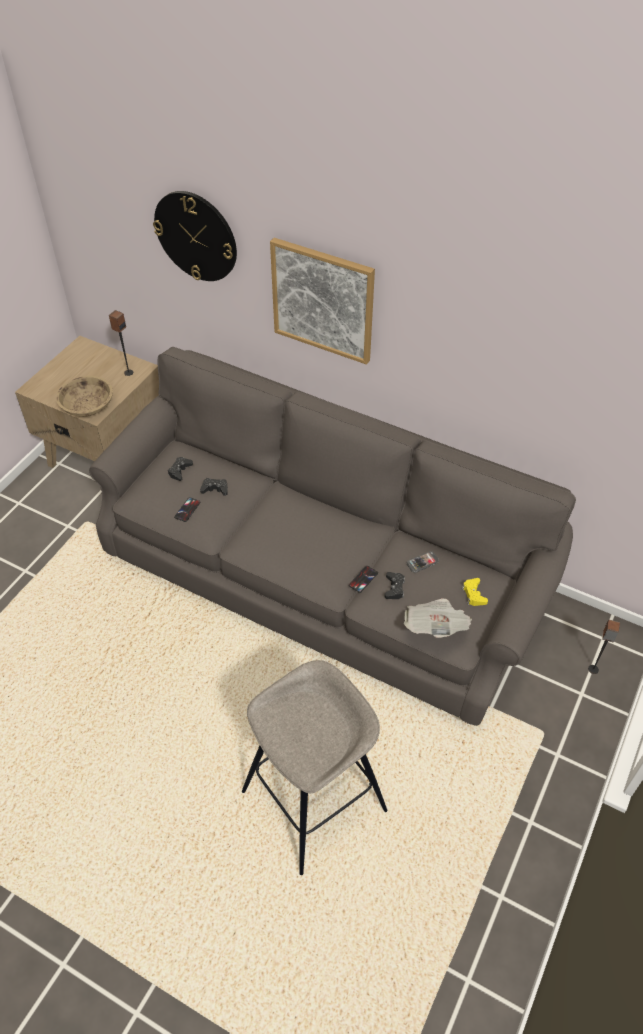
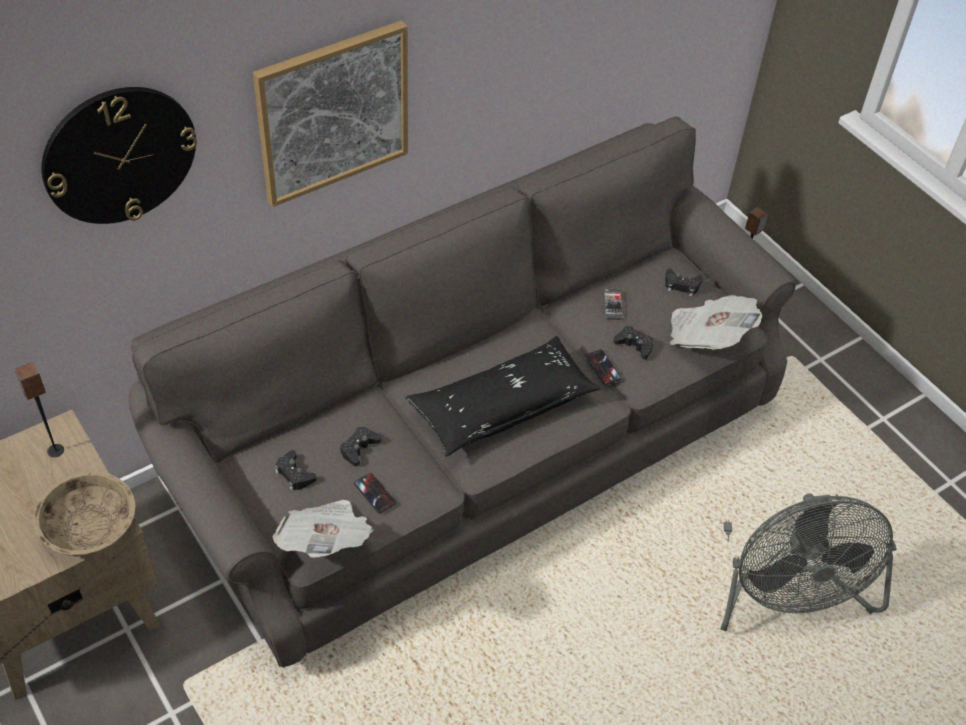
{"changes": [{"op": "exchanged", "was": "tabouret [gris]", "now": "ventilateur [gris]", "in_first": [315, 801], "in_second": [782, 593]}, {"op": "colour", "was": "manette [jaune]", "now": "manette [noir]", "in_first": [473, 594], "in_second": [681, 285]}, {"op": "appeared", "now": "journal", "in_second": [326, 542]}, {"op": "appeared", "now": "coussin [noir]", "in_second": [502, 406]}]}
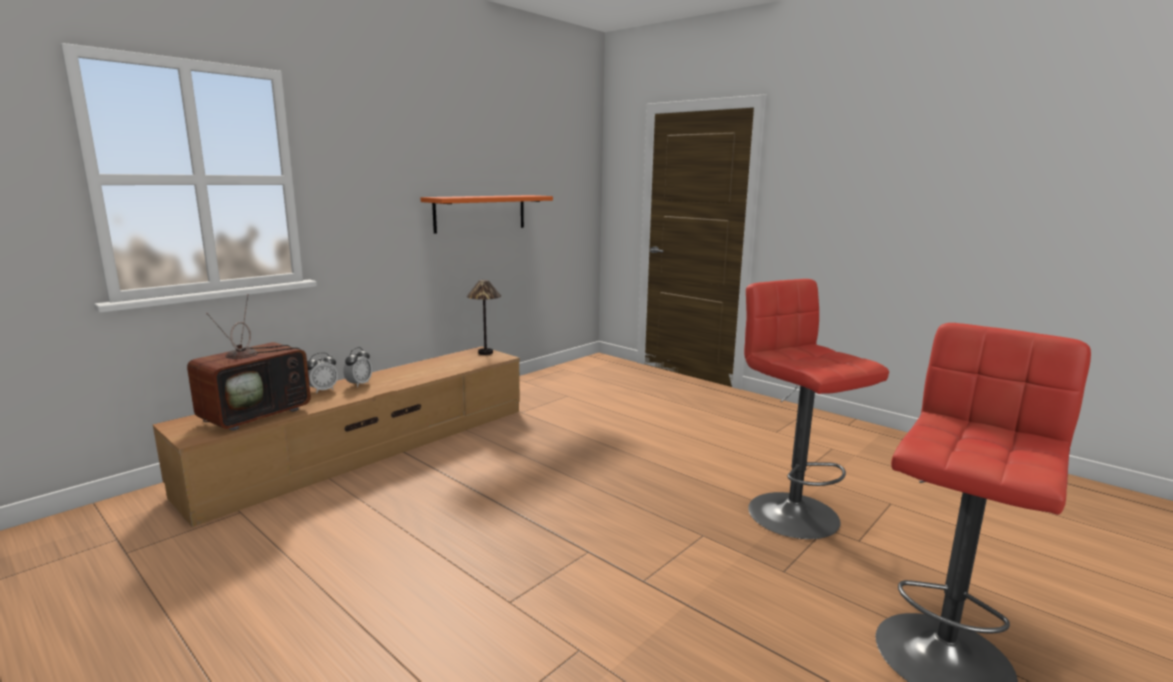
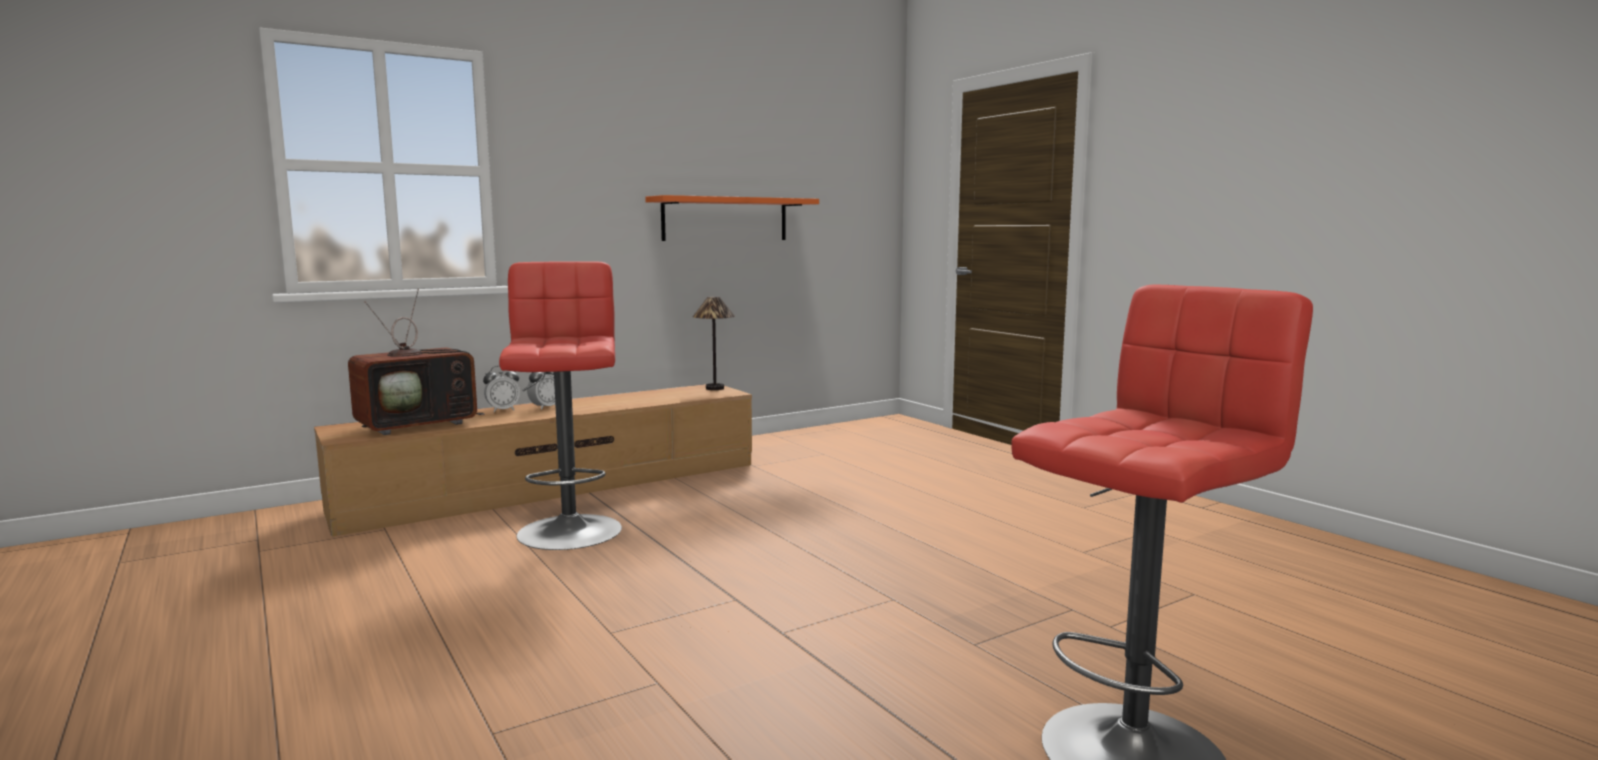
{"changes": [{"op": "relocated", "was": "tabouret [rouge]", "in_first": [793, 514], "in_second": [571, 532]}]}
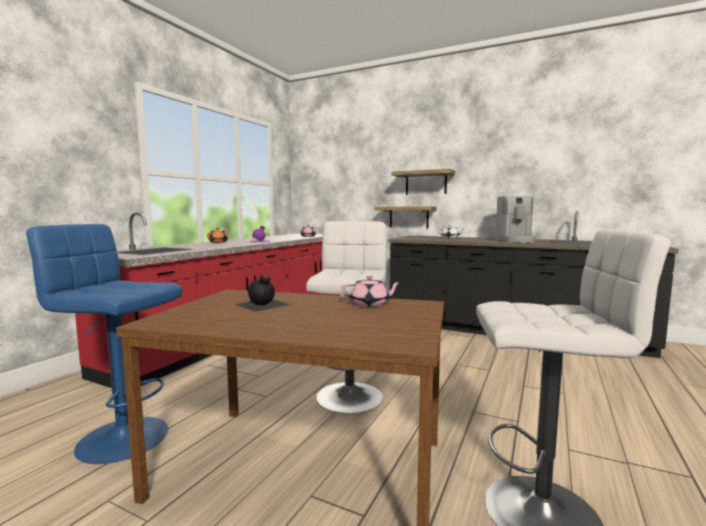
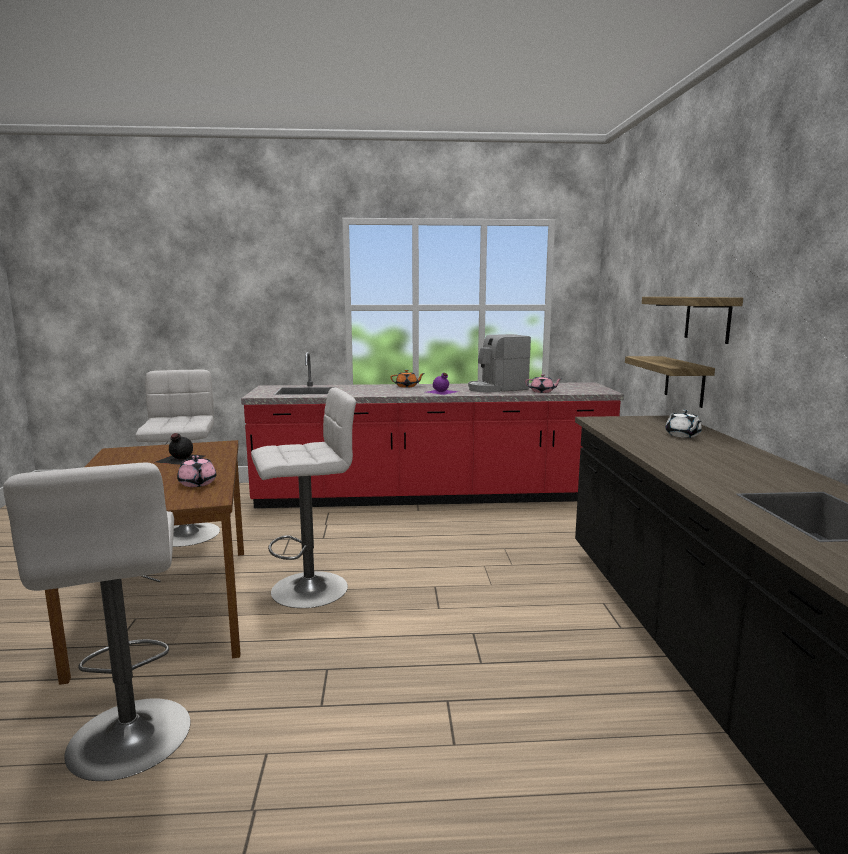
{"changes": [{"op": "colour", "was": "tabouret [bleu]", "now": "tabouret [blanc]", "in_first": [123, 438], "in_second": [188, 534]}, {"op": "relocated", "was": "machine à café", "in_first": [515, 241], "in_second": [497, 389]}]}
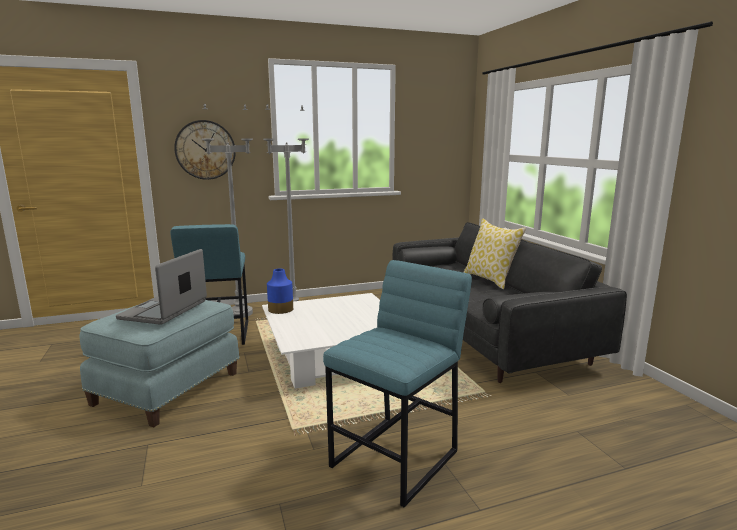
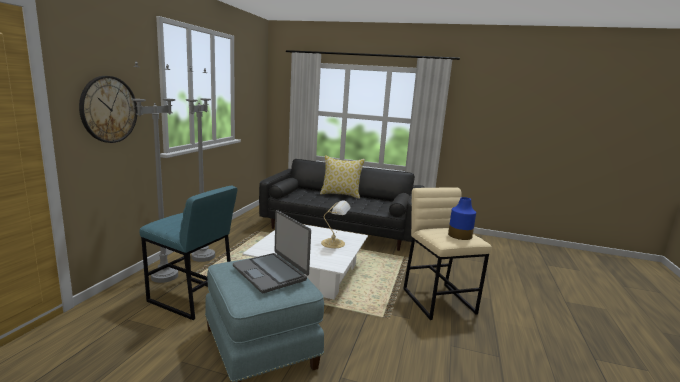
{"changes": [{"op": "relocated", "was": "vase [bleu]", "in_first": [281, 309], "in_second": [460, 235]}, {"op": "colour", "was": "tabouret [bleu]", "now": "tabouret [beige]", "in_first": [396, 457], "in_second": [437, 300]}, {"op": "appeared", "now": "lampe de table", "in_second": [334, 243]}]}
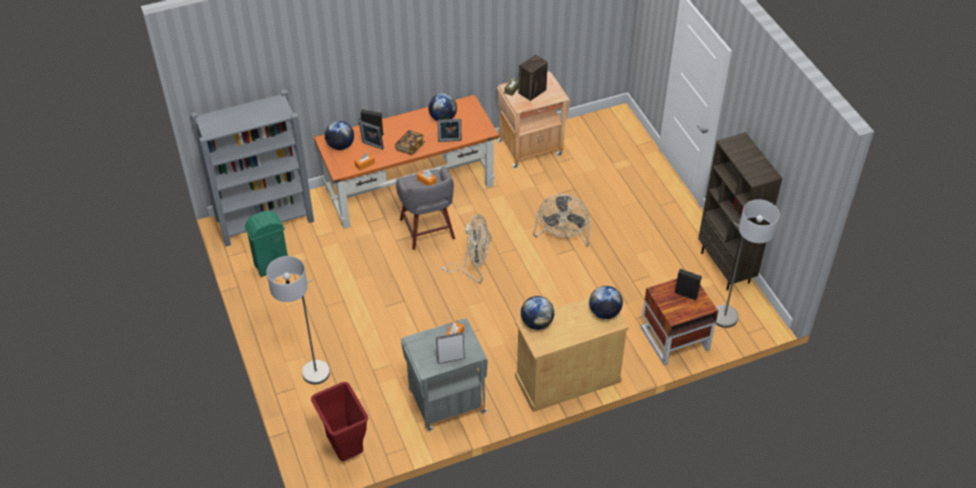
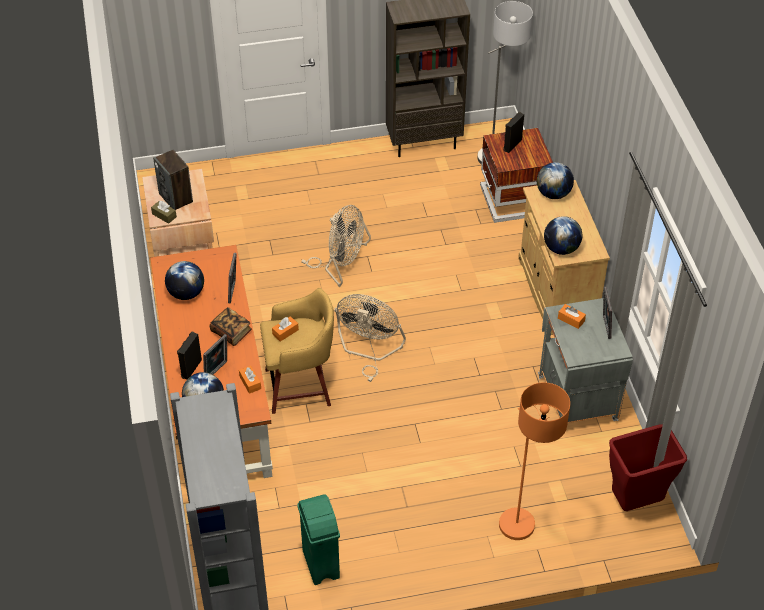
{"changes": [{"op": "colour", "was": "lampadaire [gris]", "now": "lampadaire [orange]", "in_first": [309, 378], "in_second": [523, 532]}, {"op": "colour", "was": "tabouret [gris]", "now": "tabouret [jaune]", "in_first": [427, 230], "in_second": [300, 387]}]}
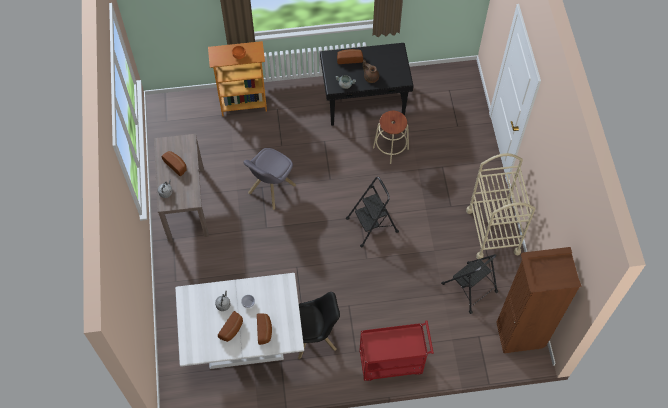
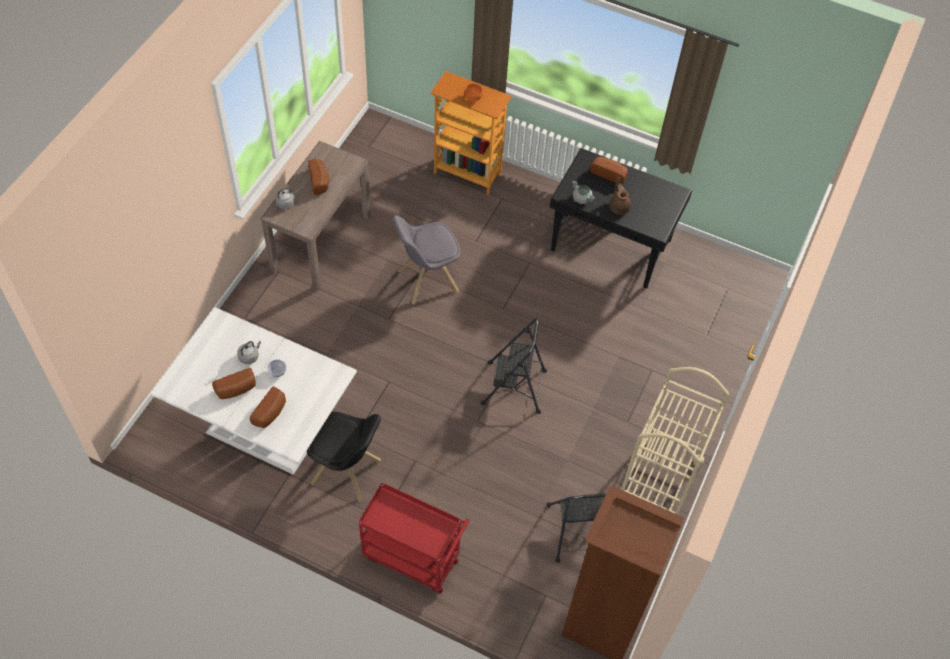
{"changes": [{"op": "missing", "was": "tabouret [beige]", "in_first": [390, 148]}]}
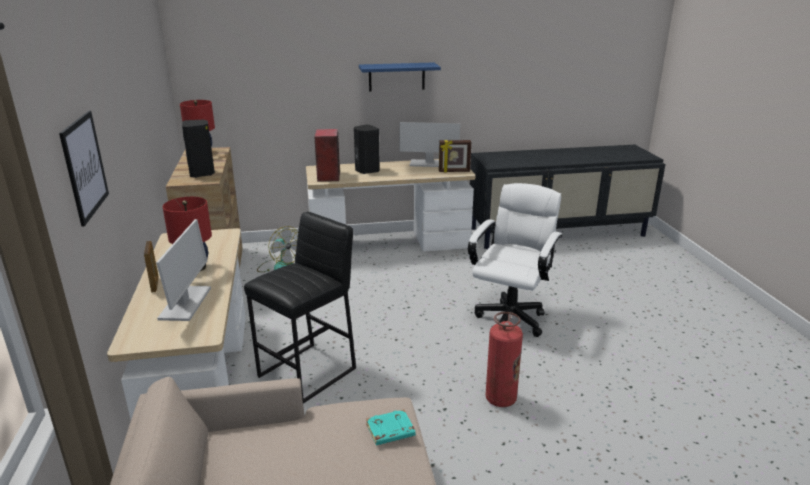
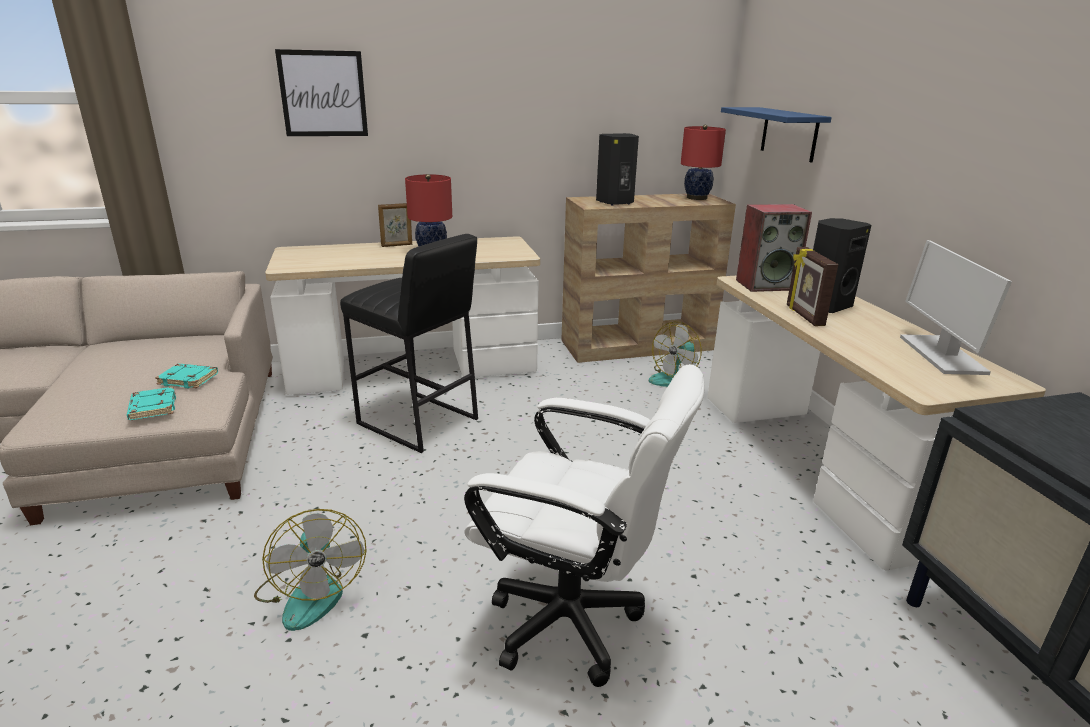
{"changes": [{"op": "missing", "was": "écran d'ordinateur", "in_first": [185, 304]}, {"op": "relocated", "was": "étagère [bleu]", "in_first": [396, 77], "in_second": [789, 134]}, {"op": "relocated", "was": "cadre photo", "in_first": [454, 171], "in_second": [803, 316]}, {"op": "exchanged", "was": "extincteur", "now": "ventilateur", "in_first": [500, 399], "in_second": [311, 592]}, {"op": "appeared", "now": "livre [turquoise]", "in_second": [189, 379]}]}
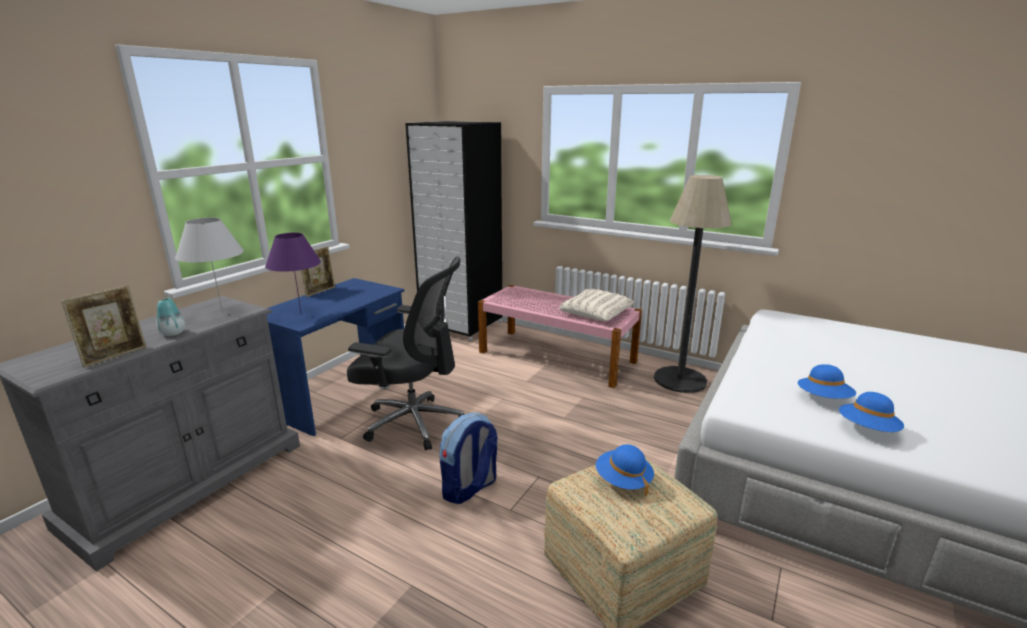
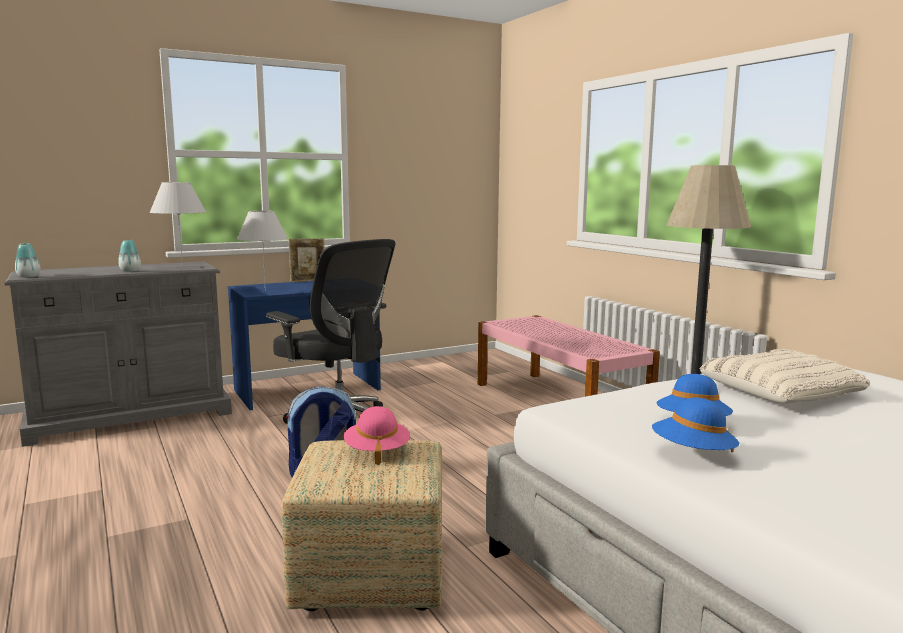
{"changes": [{"op": "missing", "was": "cadre photo", "in_first": [115, 356]}, {"op": "colour", "was": "lampe de table [violet]", "now": "lampe de table [blanc]", "in_first": [301, 314], "in_second": [265, 290]}, {"op": "missing", "was": "armoire", "in_first": [462, 325]}, {"op": "relocated", "was": "coussin [beige]", "in_first": [595, 313], "in_second": [779, 392]}, {"op": "colour", "was": "chapeau [bleu]", "now": "chapeau [rose]", "in_first": [623, 480], "in_second": [376, 451]}, {"op": "appeared", "now": "vase", "in_second": [28, 276]}]}
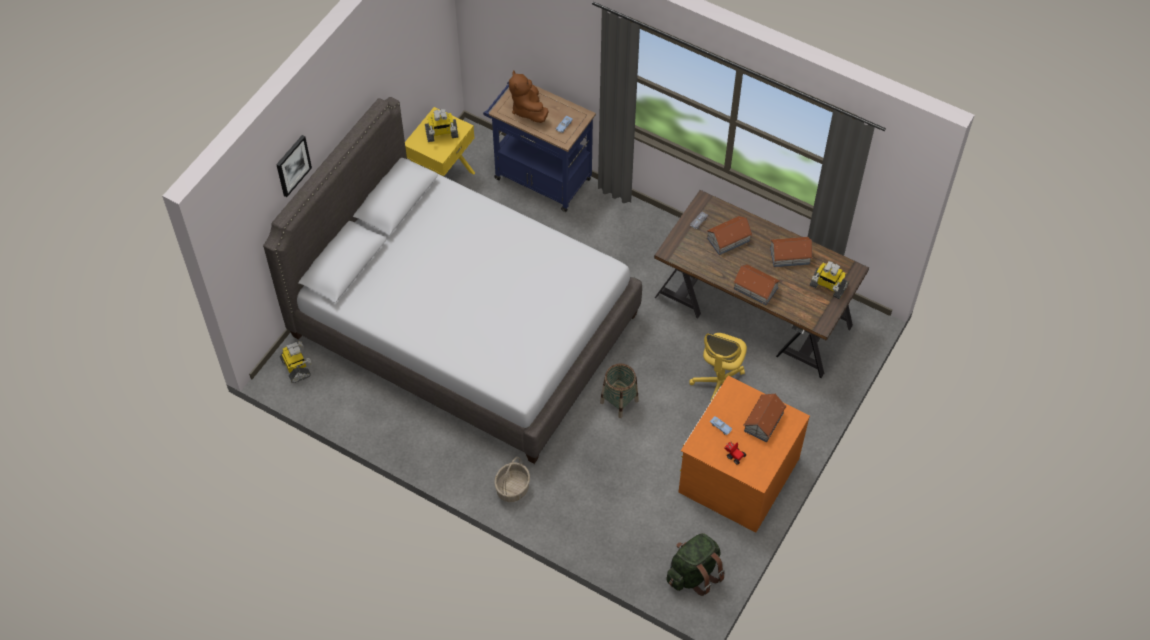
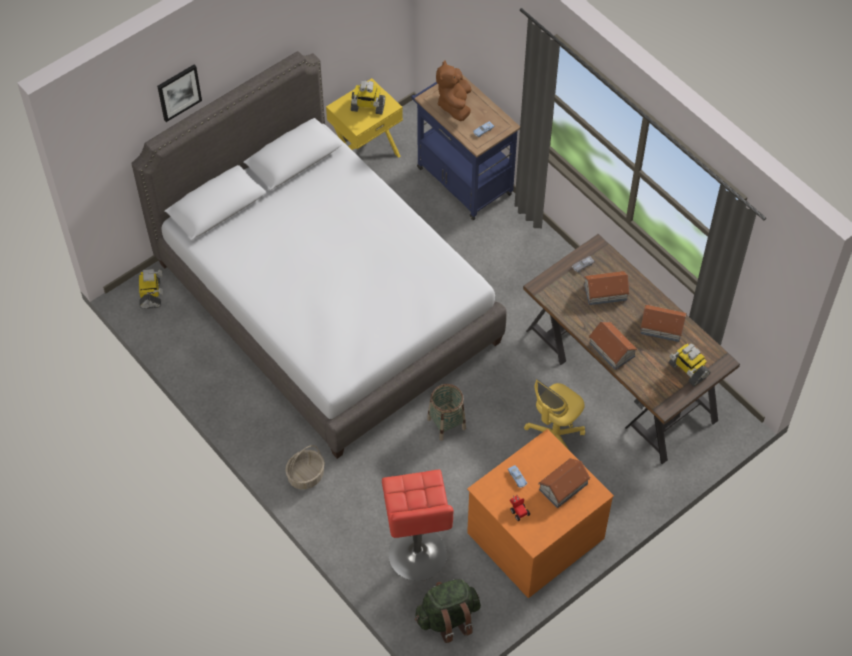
{"changes": [{"op": "appeared", "now": "tabouret [rouge]", "in_second": [417, 555]}]}
